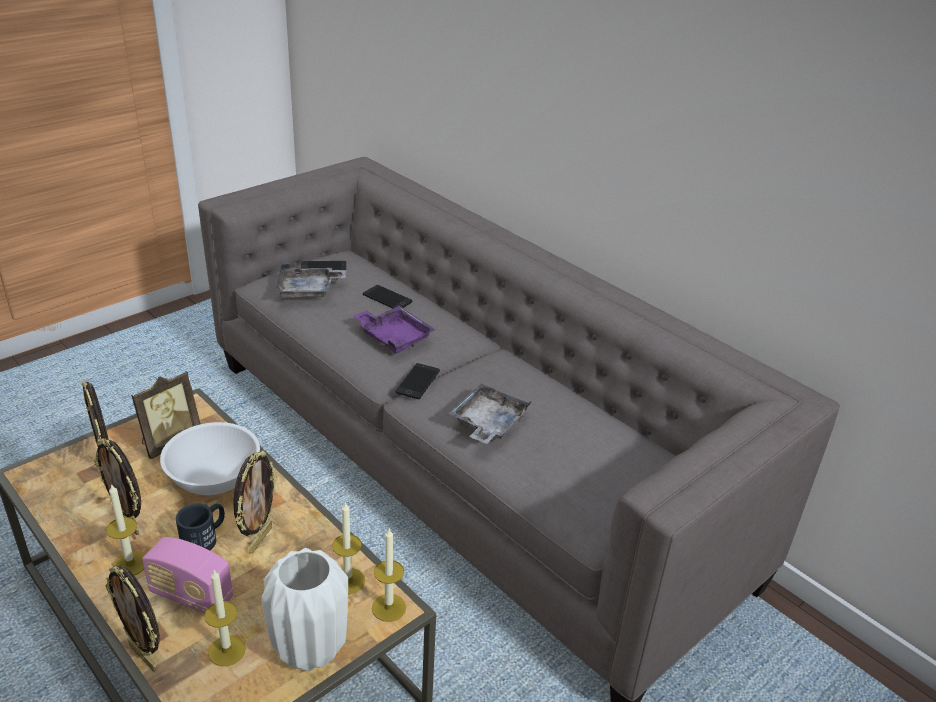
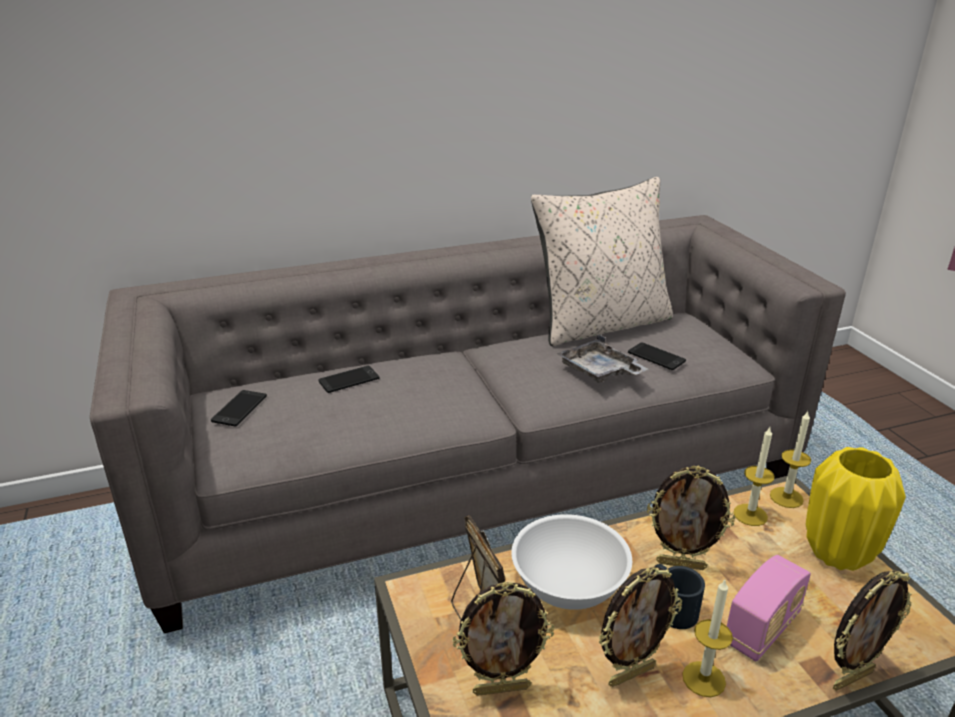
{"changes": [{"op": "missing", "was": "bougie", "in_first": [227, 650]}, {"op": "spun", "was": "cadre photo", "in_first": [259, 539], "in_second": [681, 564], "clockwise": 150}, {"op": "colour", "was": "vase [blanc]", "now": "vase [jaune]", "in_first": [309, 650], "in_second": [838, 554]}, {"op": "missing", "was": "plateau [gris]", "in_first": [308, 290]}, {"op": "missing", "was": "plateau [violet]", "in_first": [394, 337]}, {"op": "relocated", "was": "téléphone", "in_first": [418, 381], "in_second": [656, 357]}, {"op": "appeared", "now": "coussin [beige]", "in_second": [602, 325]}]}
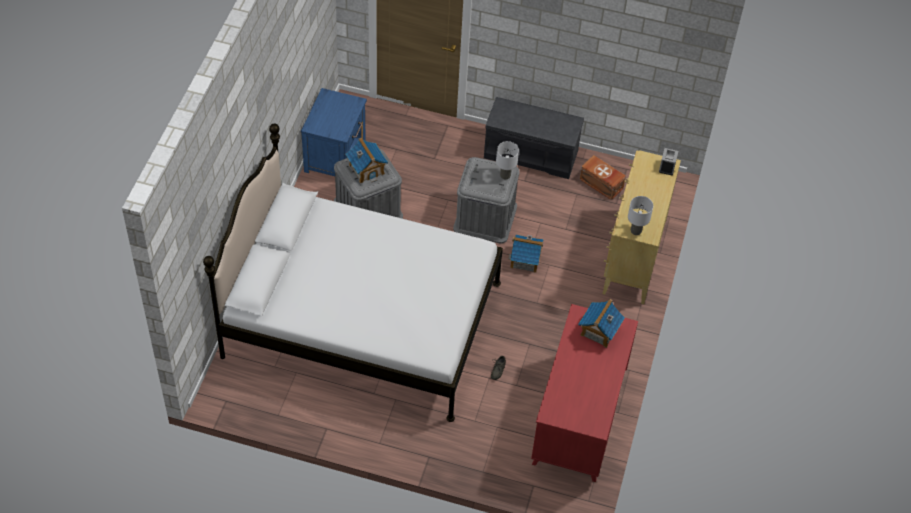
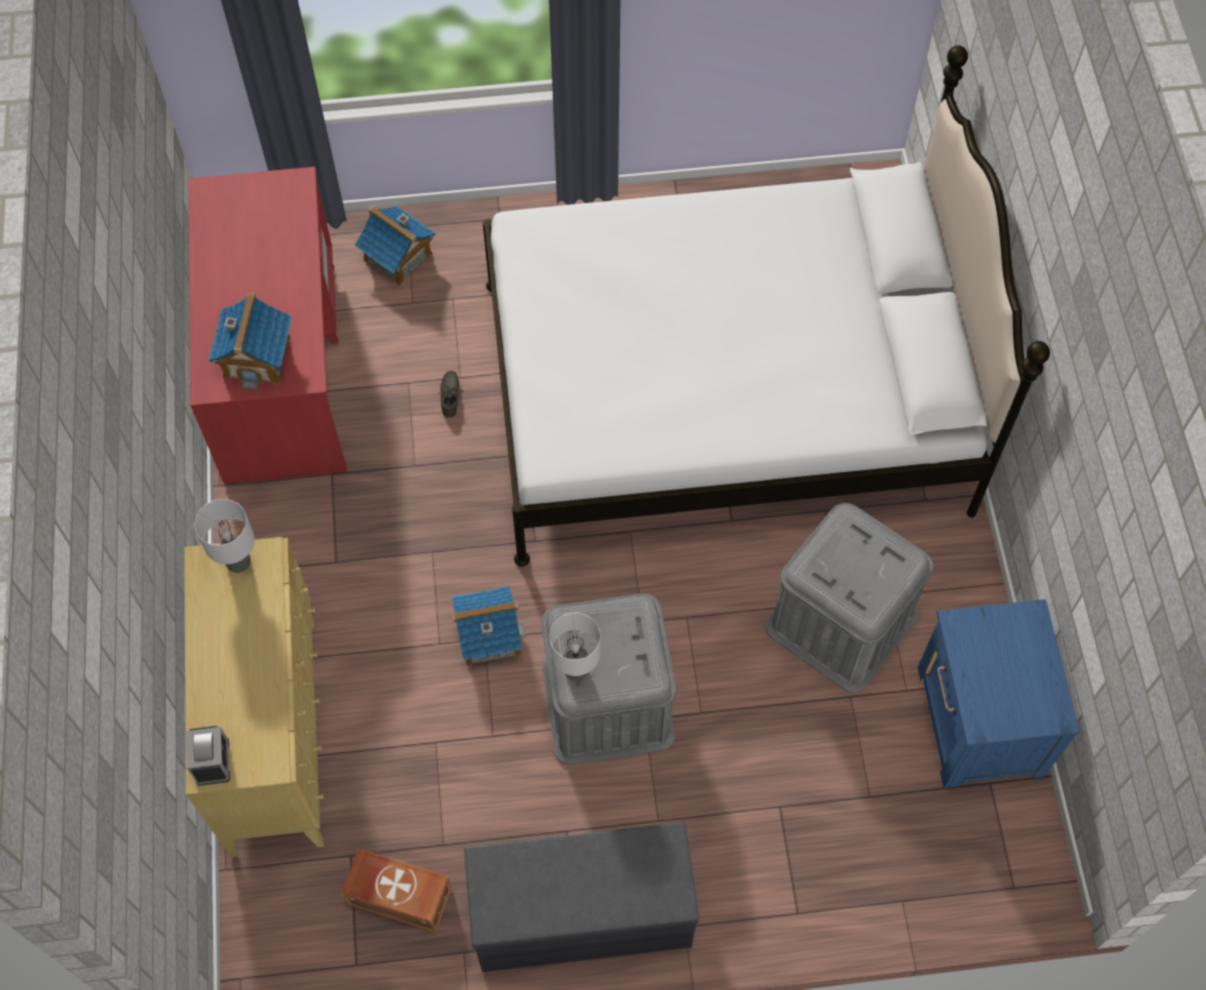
{"changes": [{"op": "relocated", "was": "maison miniature", "in_first": [367, 169], "in_second": [398, 257]}]}
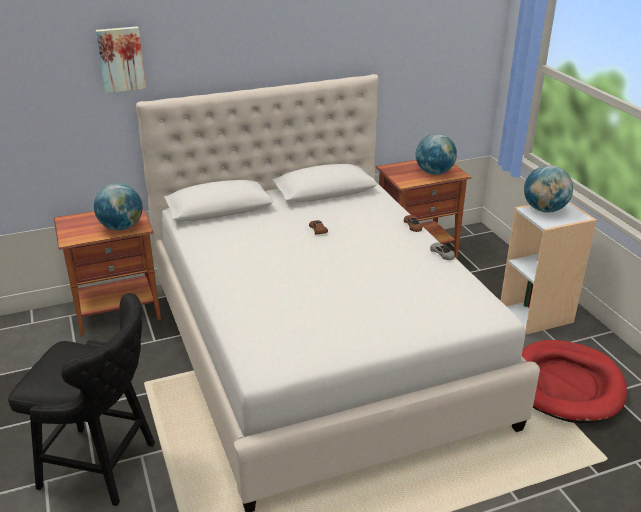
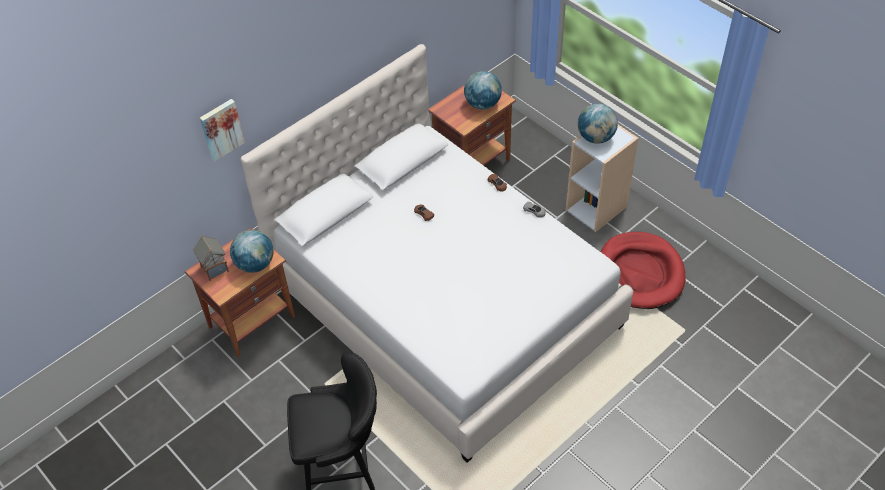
{"changes": [{"op": "appeared", "now": "maison miniature", "in_second": [214, 268]}]}
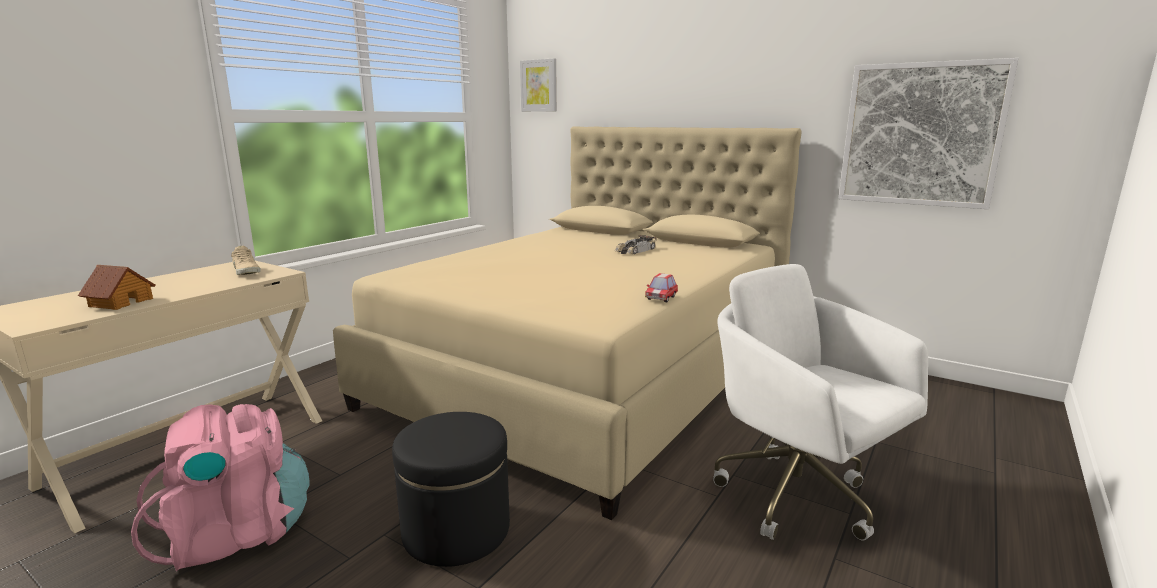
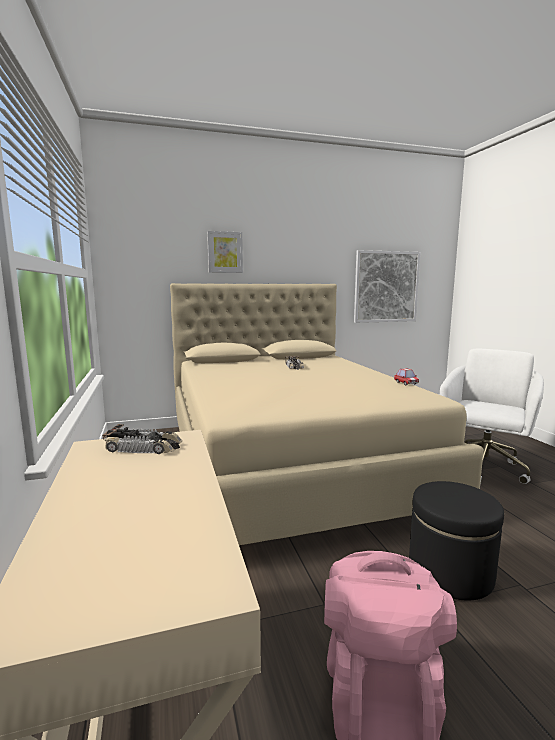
{"changes": [{"op": "missing", "was": "maison miniature", "in_first": [120, 302]}, {"op": "exchanged", "was": "chaussure [beige]", "now": "petite voiture", "in_first": [247, 271], "in_second": [144, 447]}, {"op": "relocated", "was": "tableau", "in_first": [539, 86], "in_second": [225, 252]}, {"op": "spun", "was": "chaise de bureau [blanc]", "in_first": [800, 501], "in_second": [483, 470], "clockwise": 120}]}
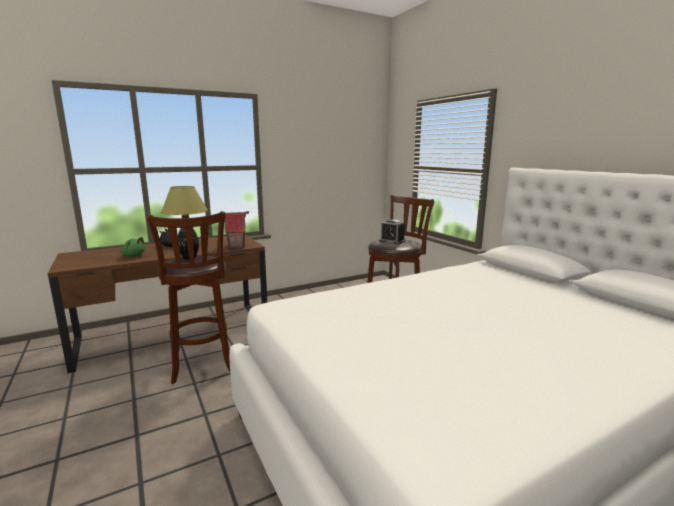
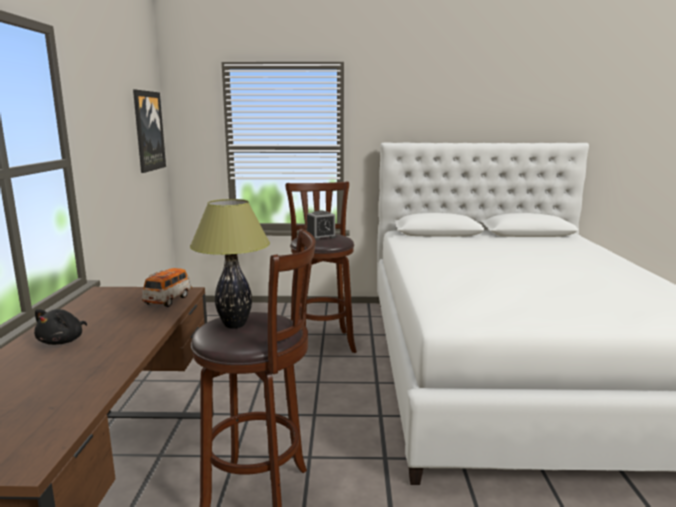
{"changes": [{"op": "missing", "was": "peluche [vert]", "in_first": [134, 255]}, {"op": "exchanged", "was": "maison miniature", "now": "petite voiture", "in_first": [236, 246], "in_second": [168, 300]}, {"op": "appeared", "now": "tableau", "in_second": [148, 131]}]}
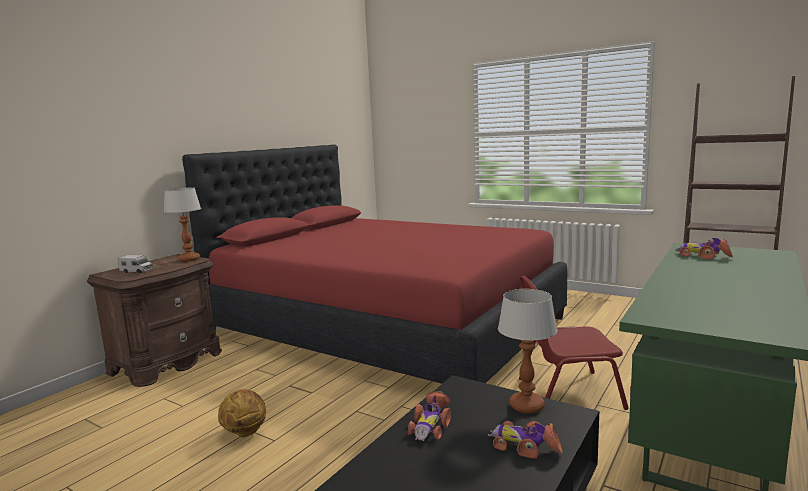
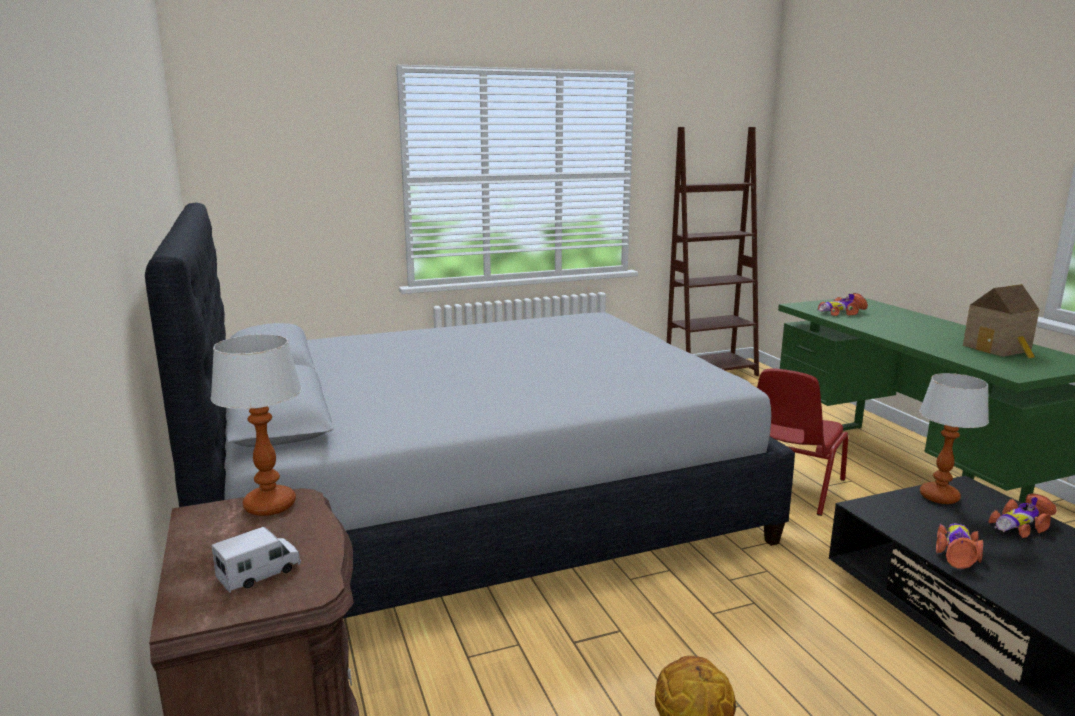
{"changes": [{"op": "colour", "was": "lit [rouge]", "now": "lit [gris]", "in_first": [385, 326], "in_second": [474, 506]}, {"op": "spun", "was": "petite voiture", "in_first": [431, 425], "in_second": [957, 552], "clockwise": -120}, {"op": "appeared", "now": "maison miniature", "in_second": [999, 349]}]}
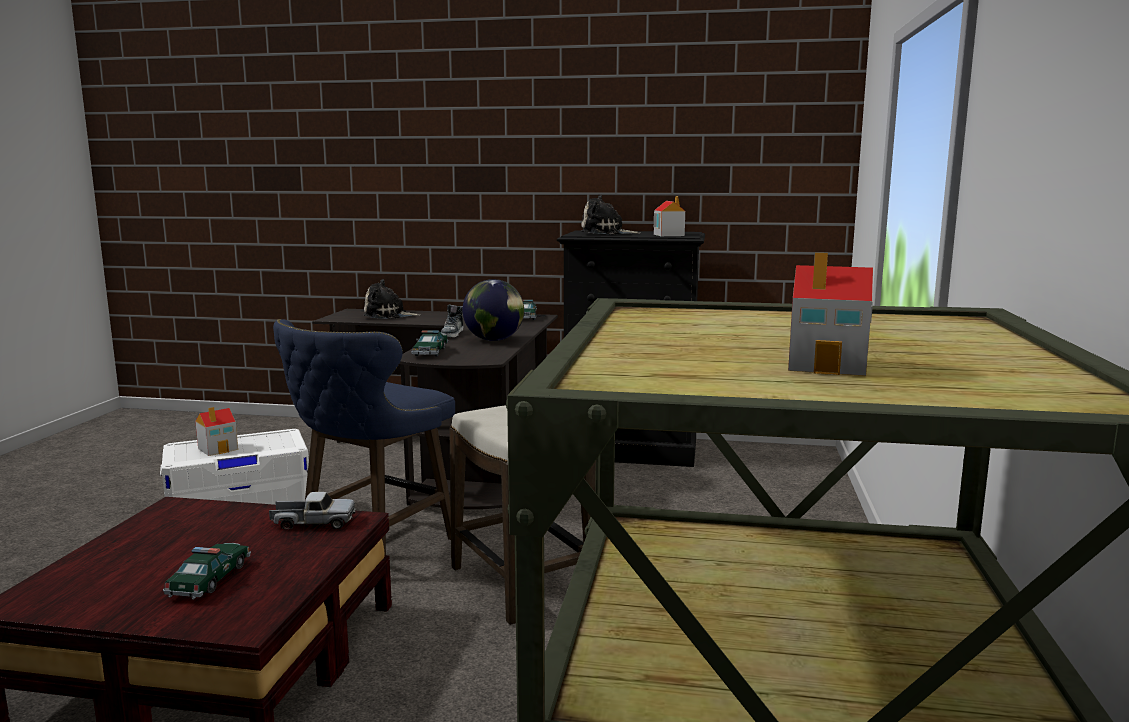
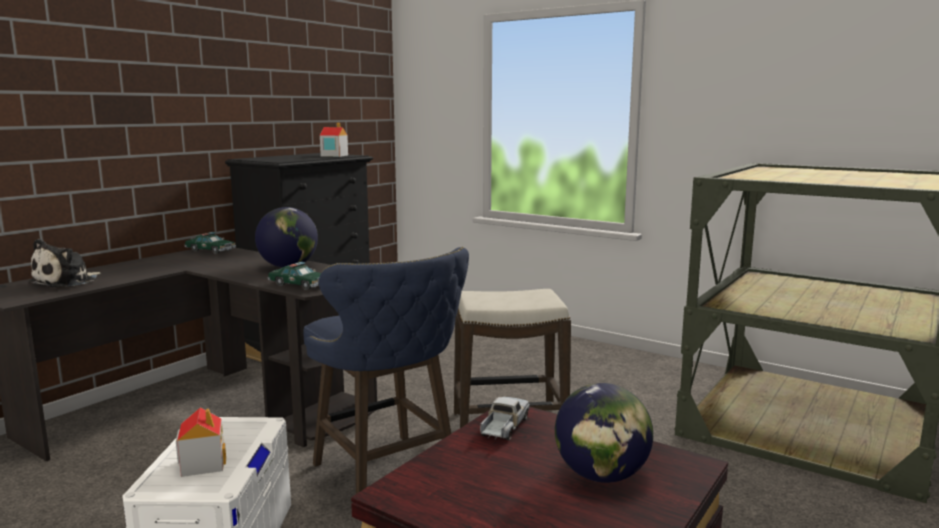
{"changes": [{"op": "exchanged", "was": "petite voiture", "now": "globe", "in_first": [210, 579], "in_second": [601, 476]}, {"op": "missing", "was": "chaussure", "in_first": [452, 334]}, {"op": "missing", "was": "peluche", "in_first": [606, 233]}, {"op": "missing", "was": "maison miniature", "in_first": [828, 365]}]}
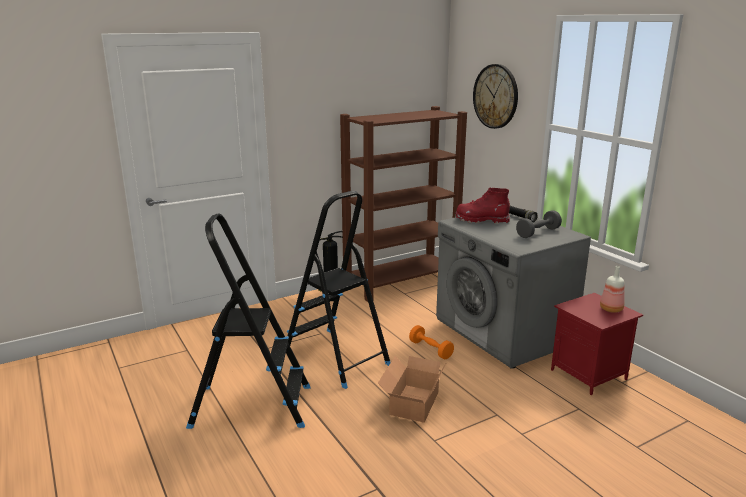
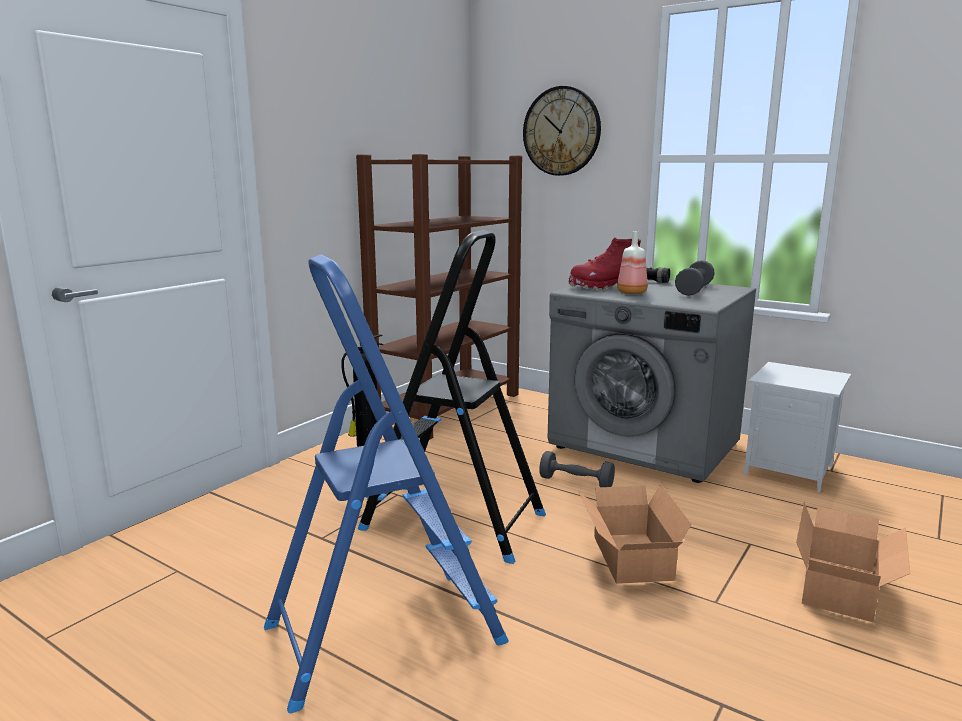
{"changes": [{"op": "colour", "was": "escabeau [noir]", "now": "escabeau [bleu]", "in_first": [253, 406], "in_second": [387, 633]}, {"op": "colour", "was": "haltère [orange]", "now": "haltère [gris]", "in_first": [430, 349], "in_second": [576, 482]}, {"op": "colour", "was": "table de chevet [rouge]", "now": "table de chevet [gris]", "in_first": [590, 375], "in_second": [791, 470]}, {"op": "relocated", "was": "bouteille", "in_first": [611, 309], "in_second": [632, 293]}, {"op": "appeared", "now": "carton", "in_second": [843, 587]}]}
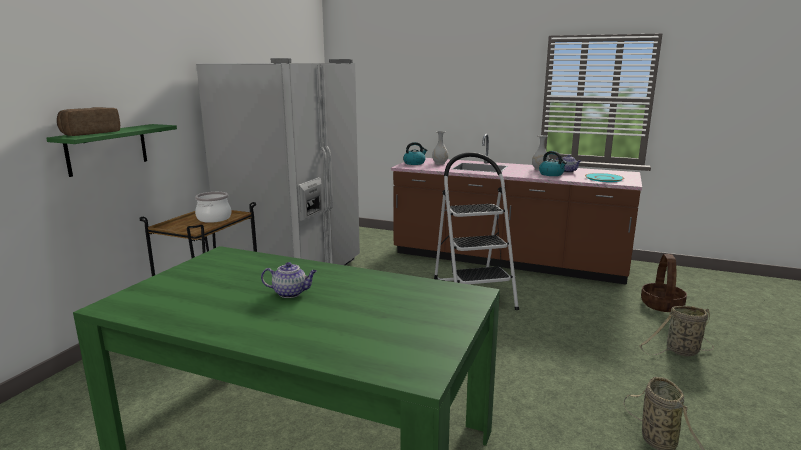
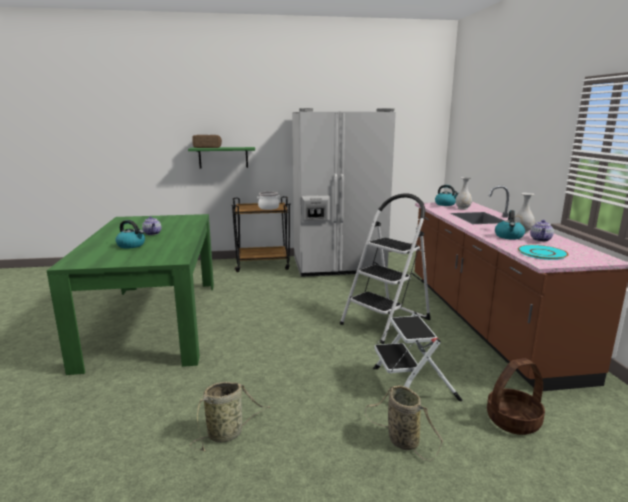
{"changes": [{"op": "appeared", "now": "bouilloire", "in_second": [131, 245]}, {"op": "appeared", "now": "escabeau", "in_second": [413, 385]}]}
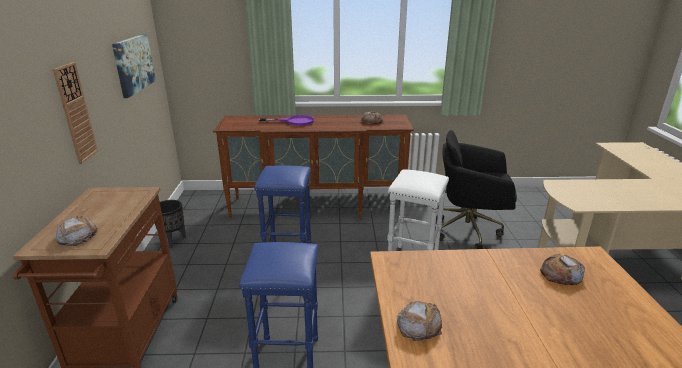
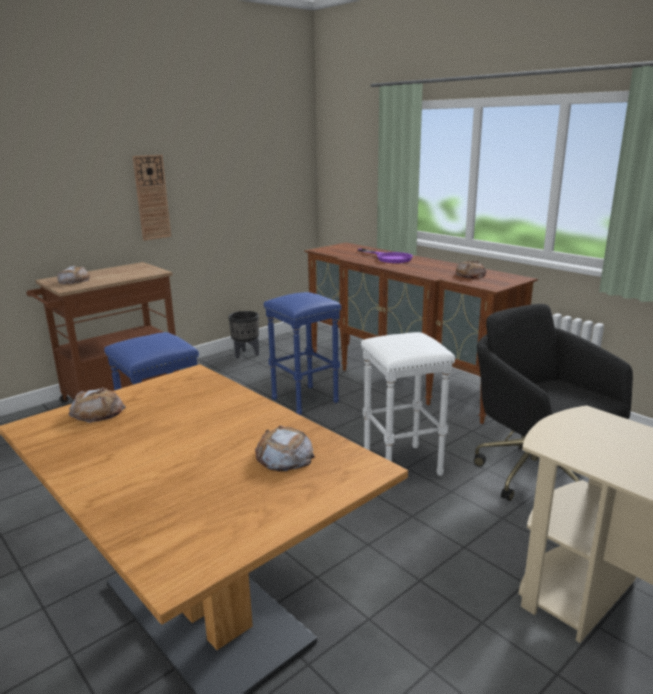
{"changes": [{"op": "missing", "was": "tableau", "in_first": [133, 64]}]}
